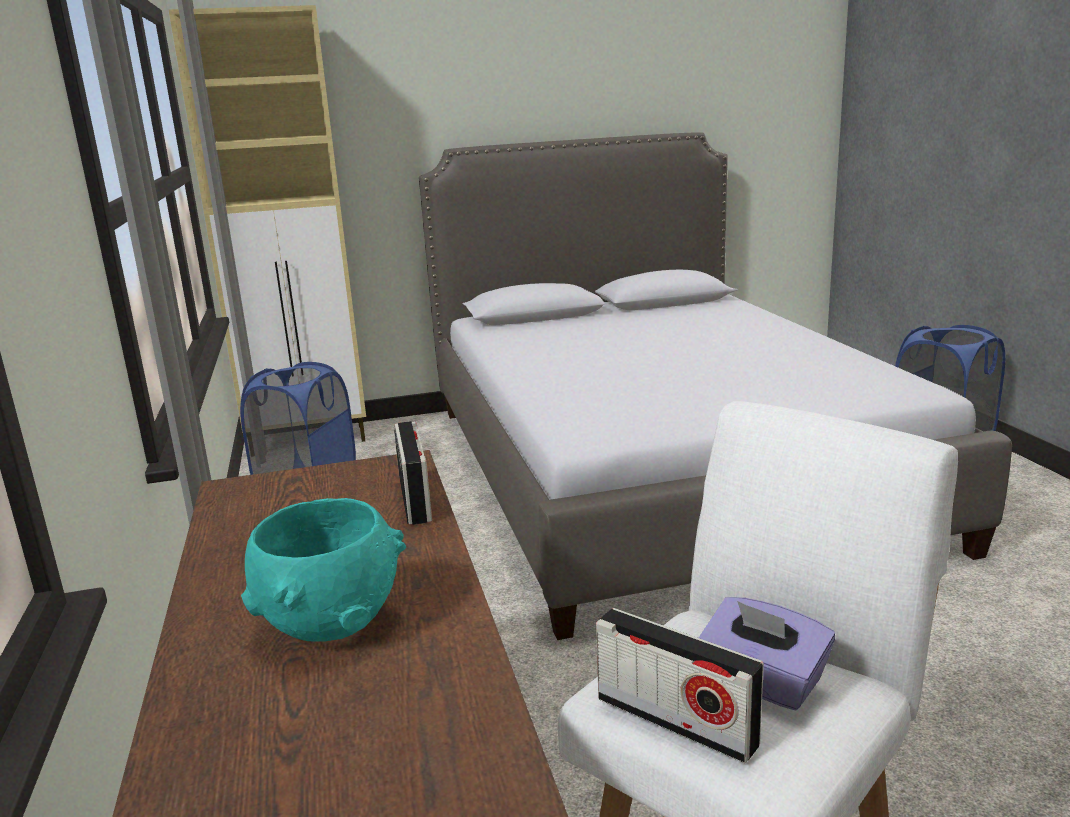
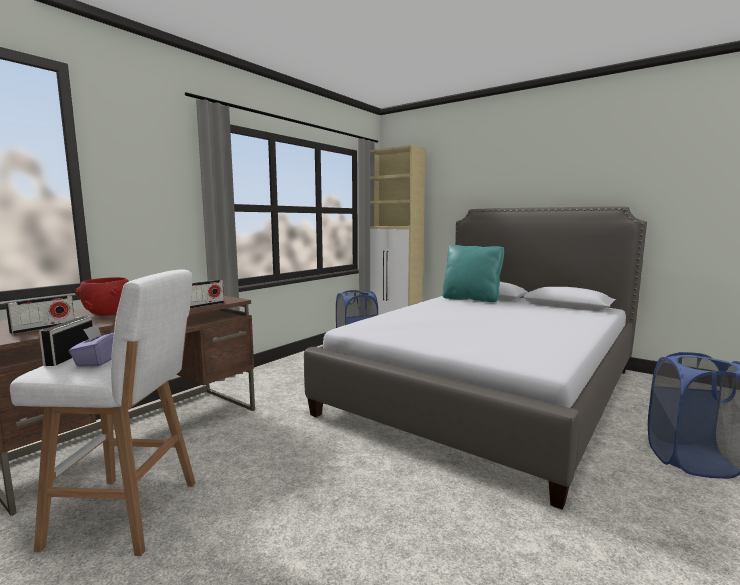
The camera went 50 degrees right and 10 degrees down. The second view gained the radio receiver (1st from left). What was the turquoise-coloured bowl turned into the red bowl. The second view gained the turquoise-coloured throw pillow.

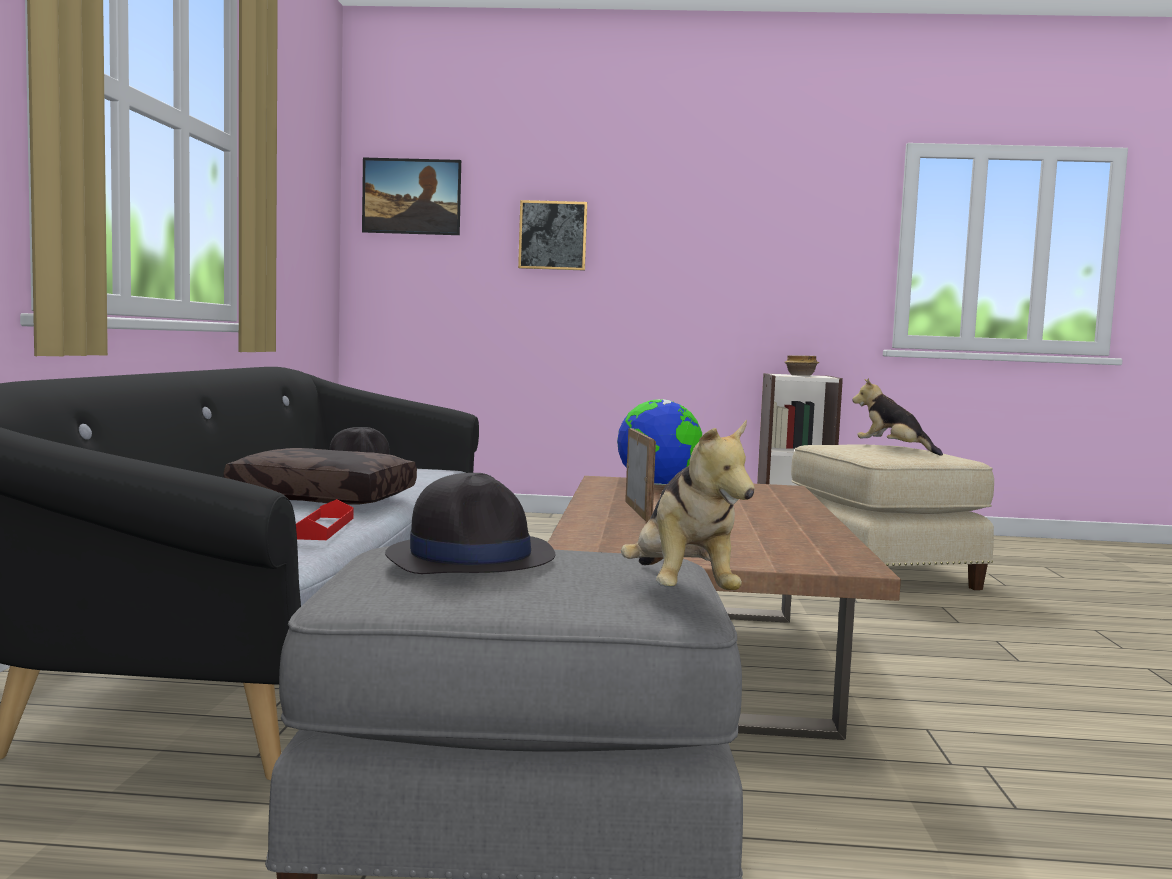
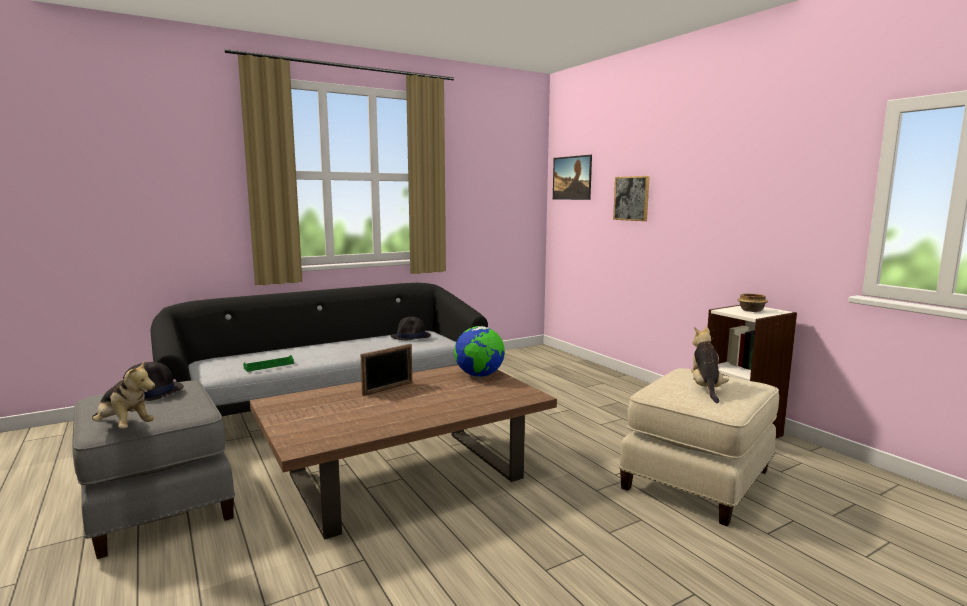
The camera went 55 degrees right and 5 degrees up. The cuddly toy (1st from left) ended up facing another way, 105 degrees counterclockwise from before. What was the red tray turned into the green-coloured tray. The second view lost the brownish throw pillow.

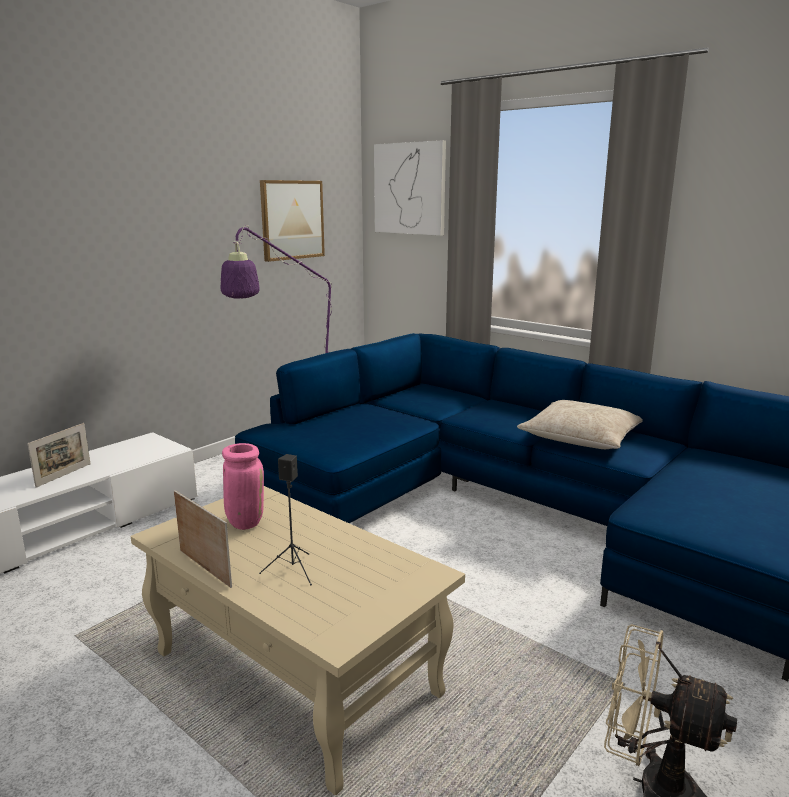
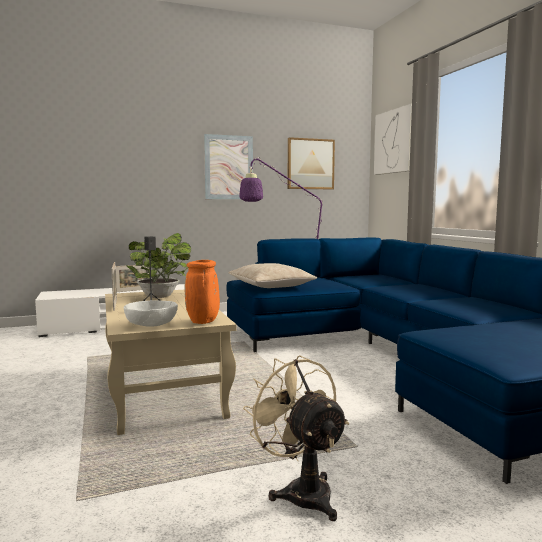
The camera went 30 degrees right and 10 degrees down. The second view gained the whitish bowl. Where the pink decorative vase stood, the houseplant came to stand. The second view gained the orangey decorative vase. The second view gained the picture (1st from left). The sand-coloured throw pillow ended up elsewhere.

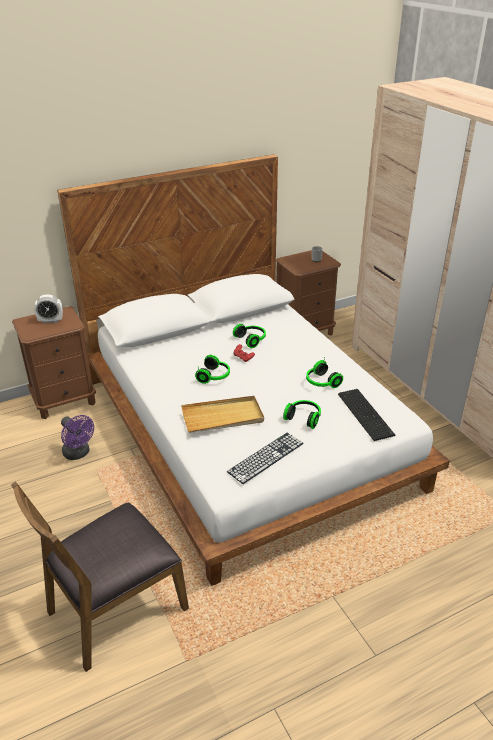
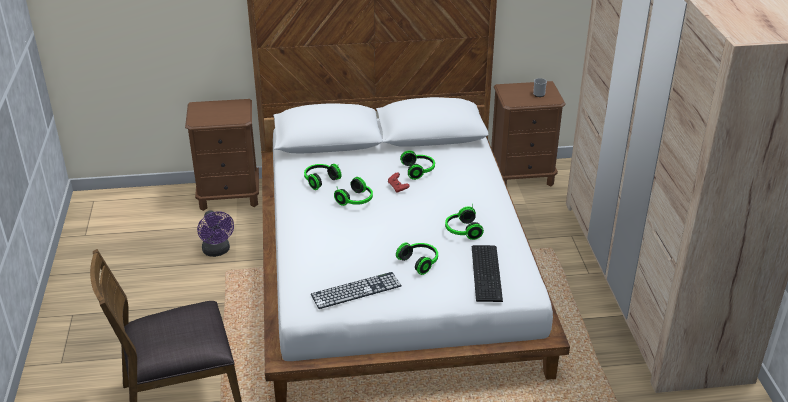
The camera went 20 degrees right and 0 degrees up. The second view gained the pair of headphones (1st from left). The second view lost the table clock. The second view lost the sand-coloured tray.

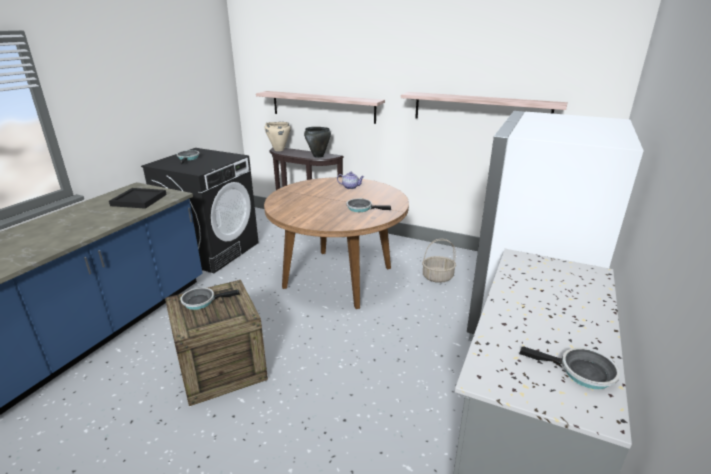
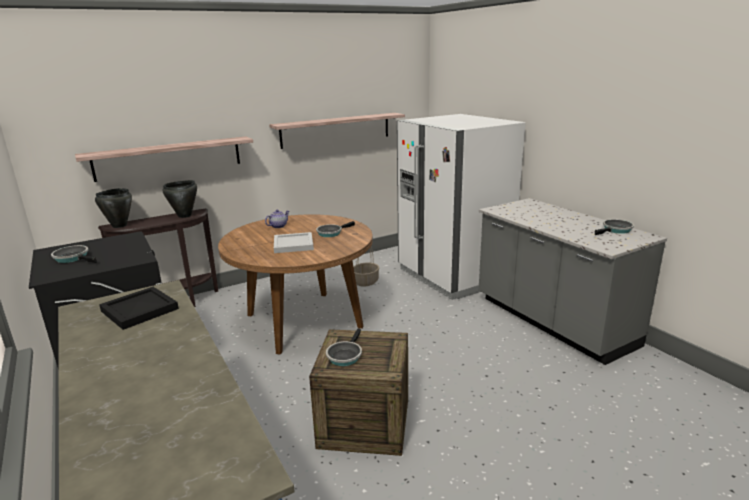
The camera went 55 degrees left and 5 degrees down. What was the sand-coloured stockpot turned into the black stockpot (1st from left). The second view gained the whitish tray.

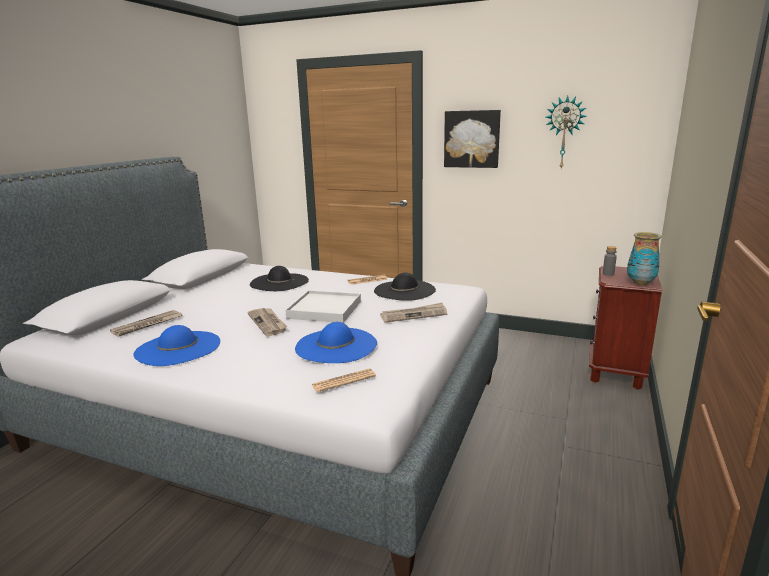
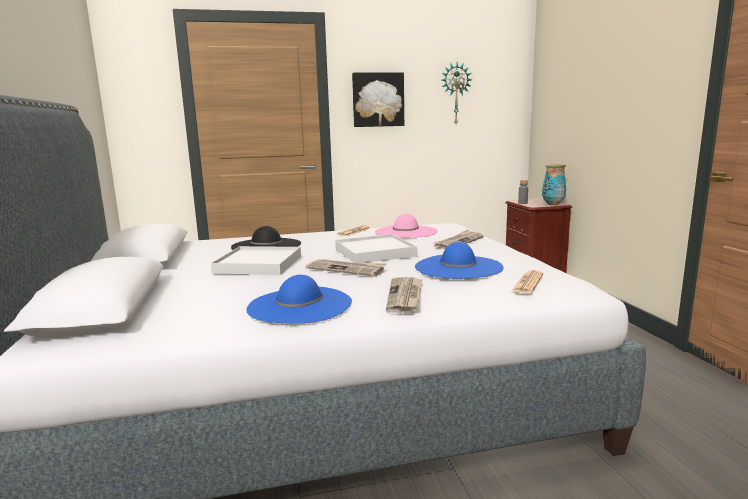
The camera went 35 degrees left and 5 degrees down. The second view gained the whitish tray (1st from left). What was the black wearable hat (2nd from left) turned into the pink wearable hat. The printed paper (1st from left in the first image) ended up elsewhere.

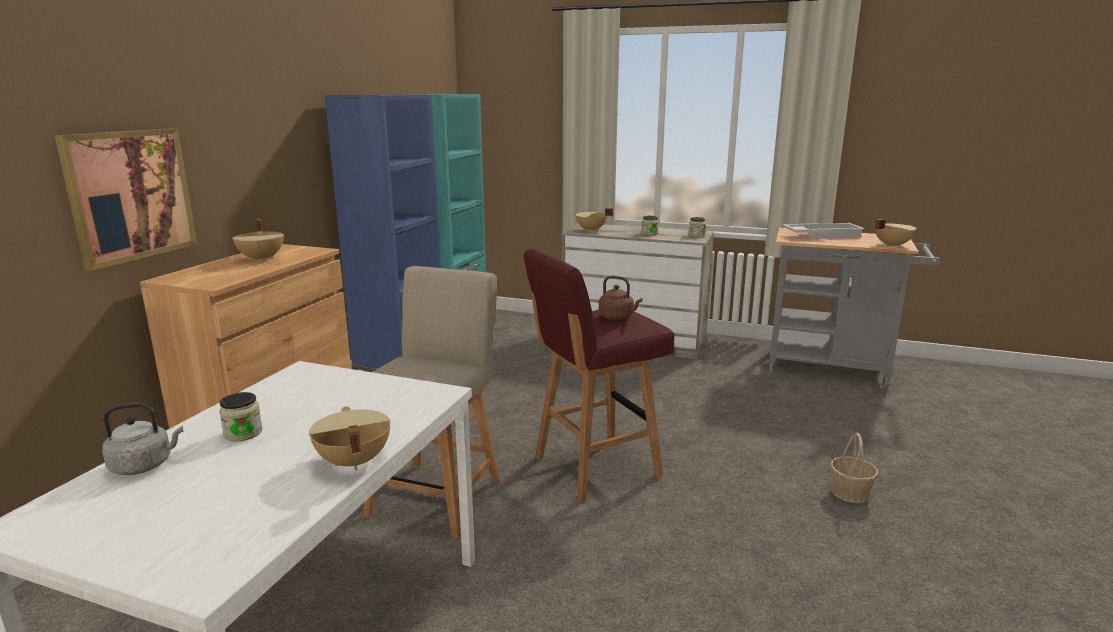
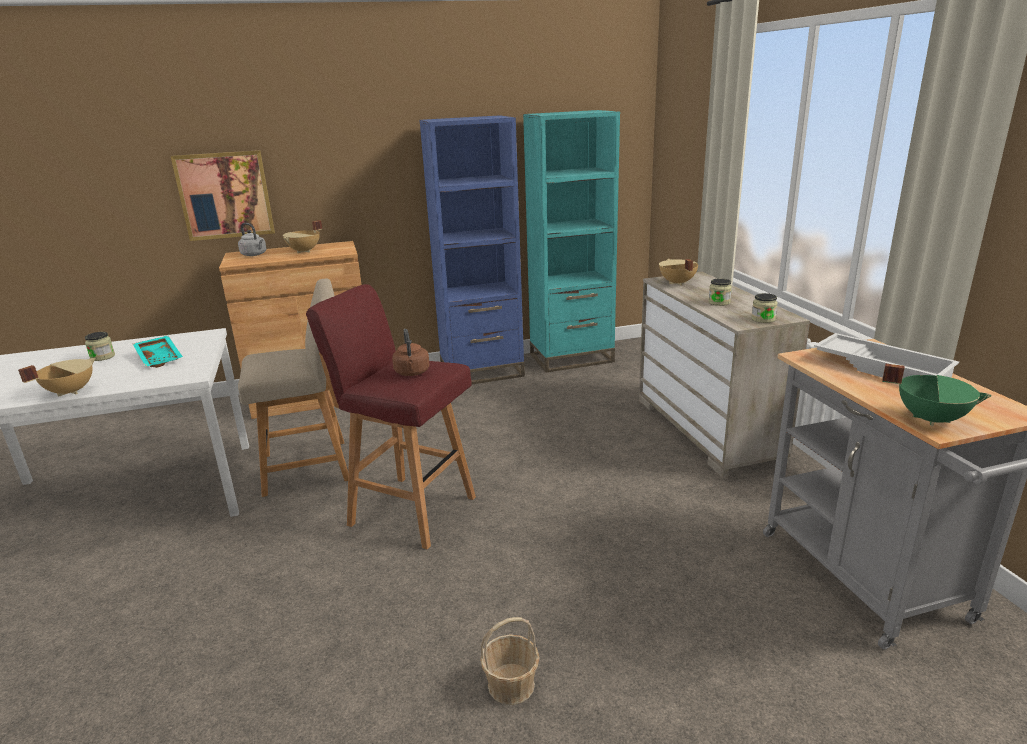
The camera went 55 degrees right and 5 degrees up. The second view gained the turquoise-coloured tray. The grey kettle ended up elsewhere. What was the sand-coloured stockpot (4th from left) turned into the green-coloured stockpot.

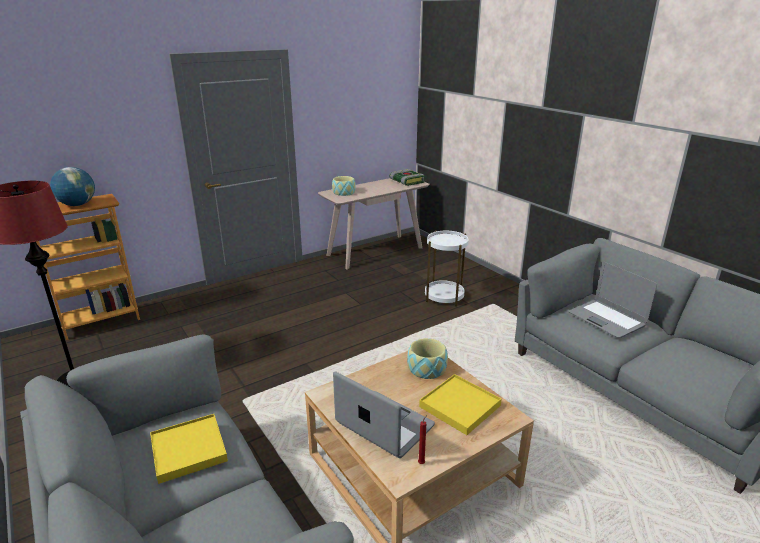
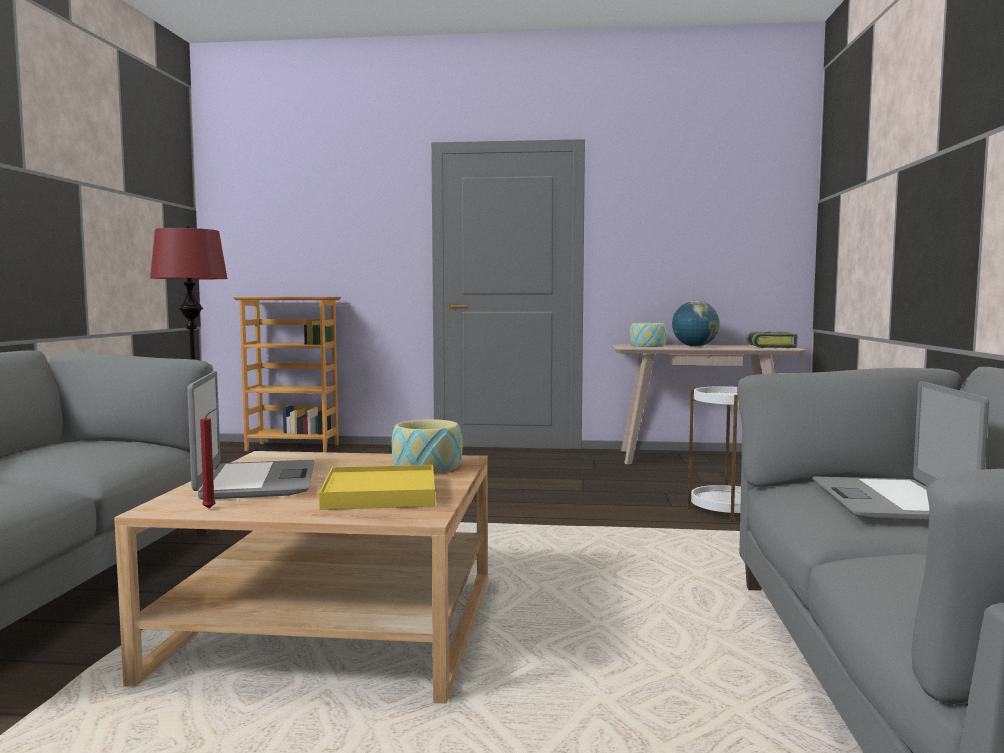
The camera went 40 degrees right and 20 degrees down. The globe ended up elsewhere. The second view lost the yellow tray (1st from left).

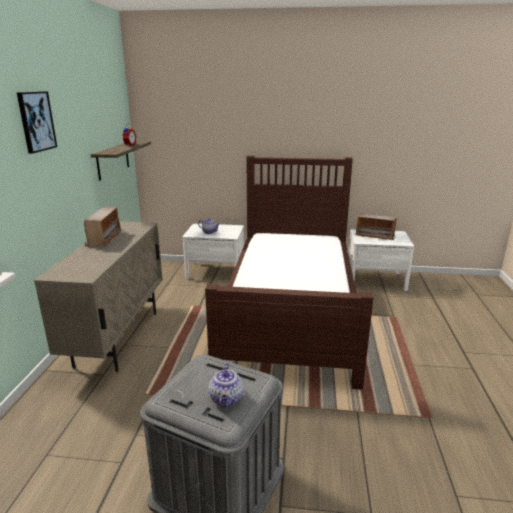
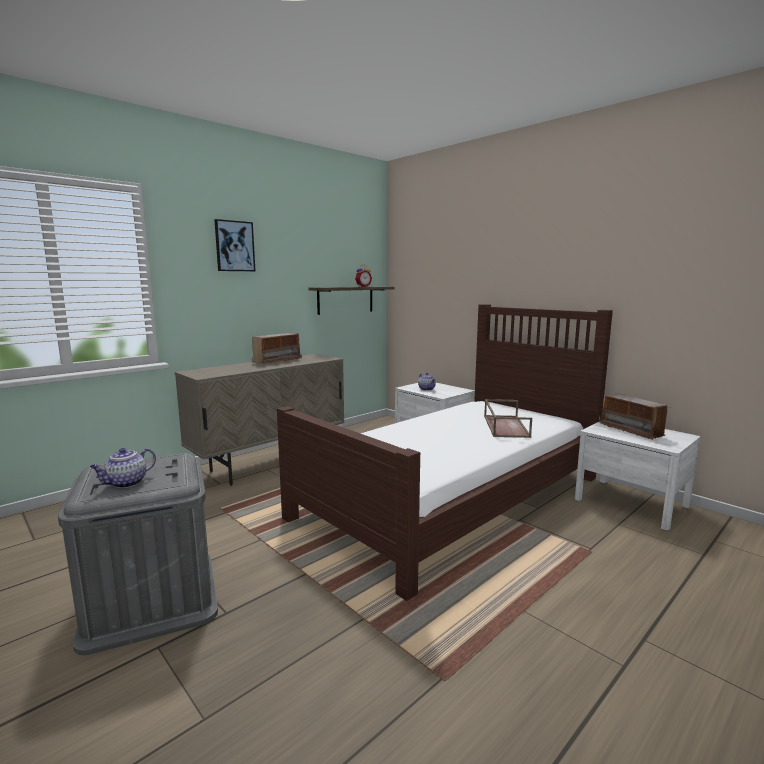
The camera went 40 degrees right and 10 degrees down. The second view gained the brownish tray.

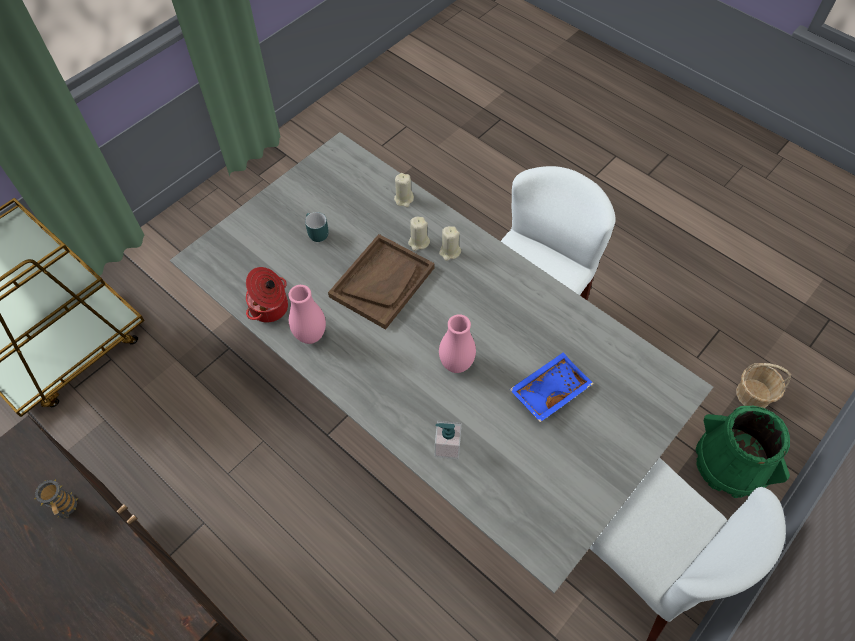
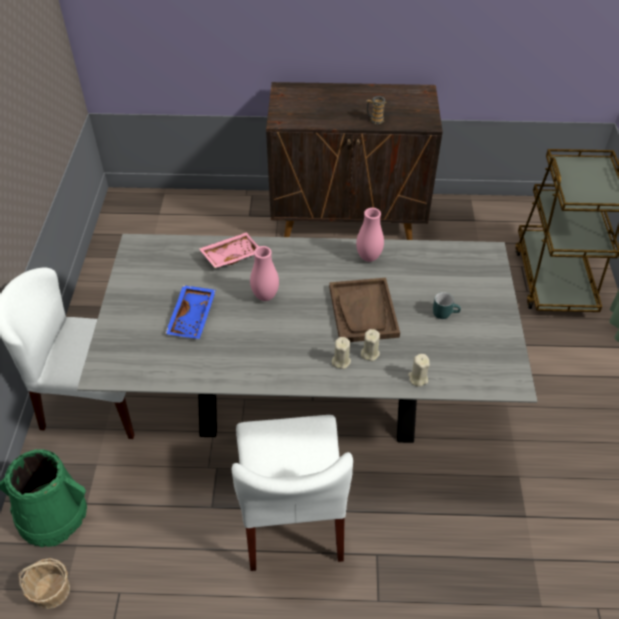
The camera went 140 degrees right and 10 degrees down. Where the soap dispenser stood, the pink tray came to stand. The second view lost the stockpot.

